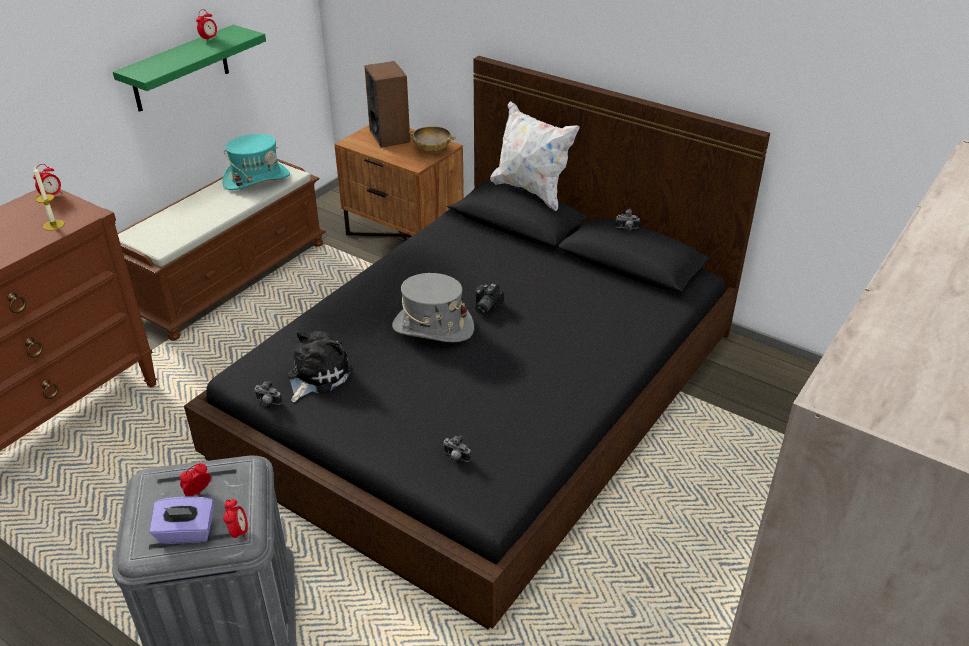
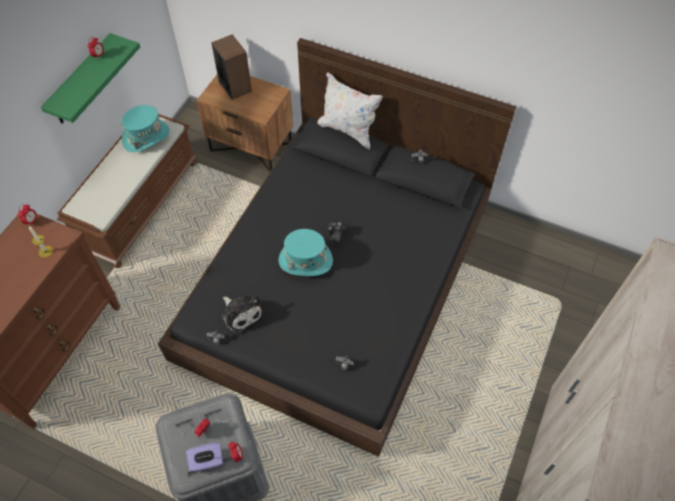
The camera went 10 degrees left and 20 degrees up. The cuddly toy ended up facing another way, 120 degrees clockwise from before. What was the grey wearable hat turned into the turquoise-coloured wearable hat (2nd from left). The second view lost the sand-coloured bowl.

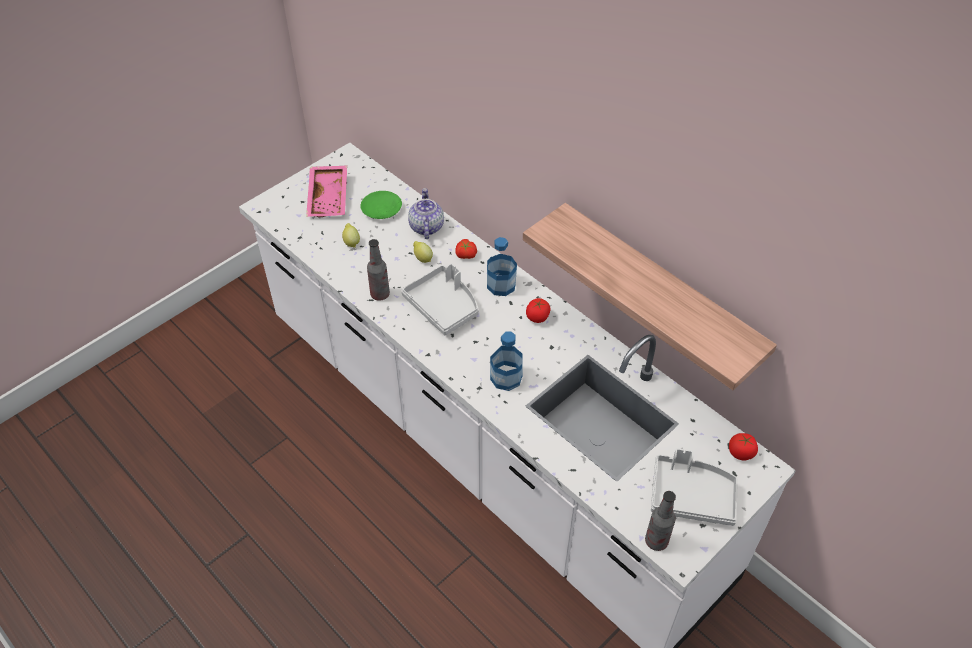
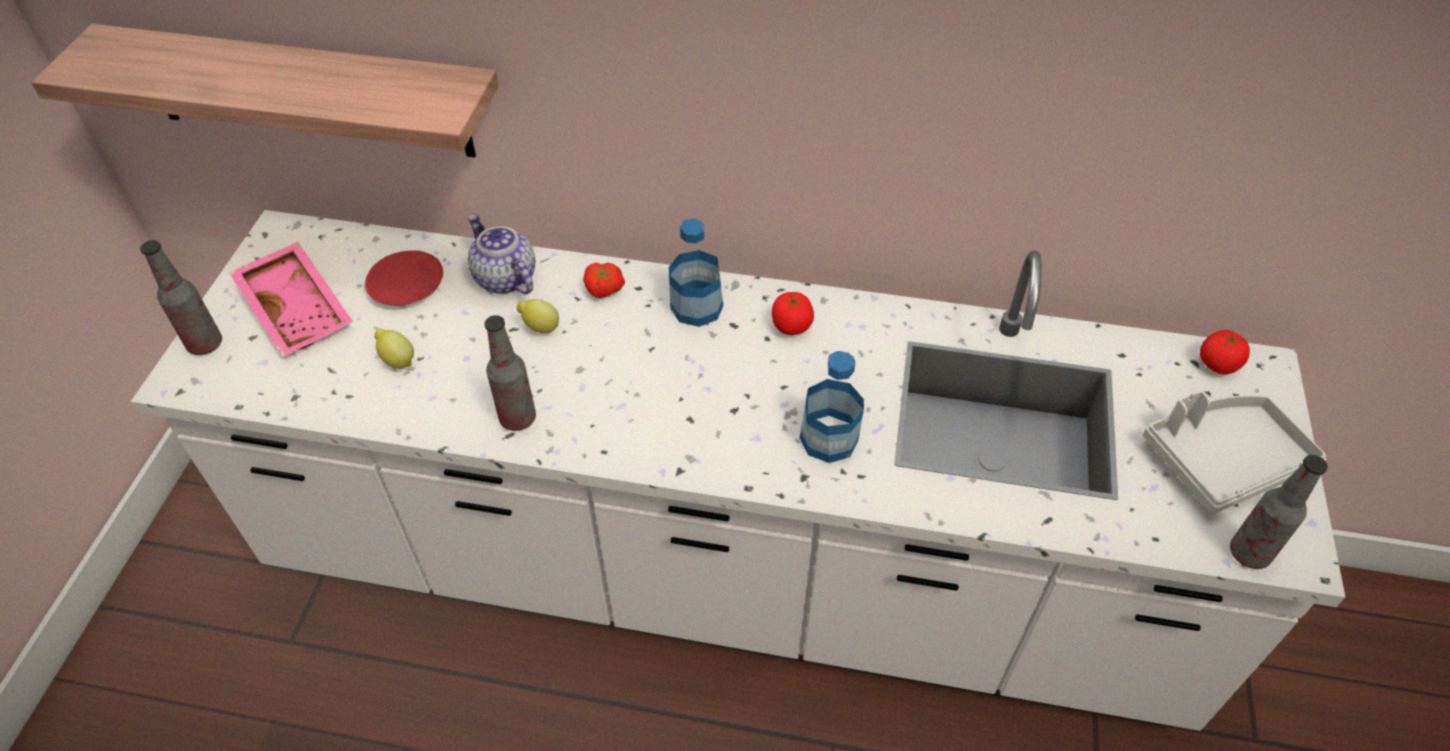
The camera went 35 degrees left and 0 degrees up. The shelf ended up elsewhere. The second view gained the drink bottle (1st from left). What was the green-coloured flat dish turned into the red flat dish. The second view lost the grey tray (1st from left).

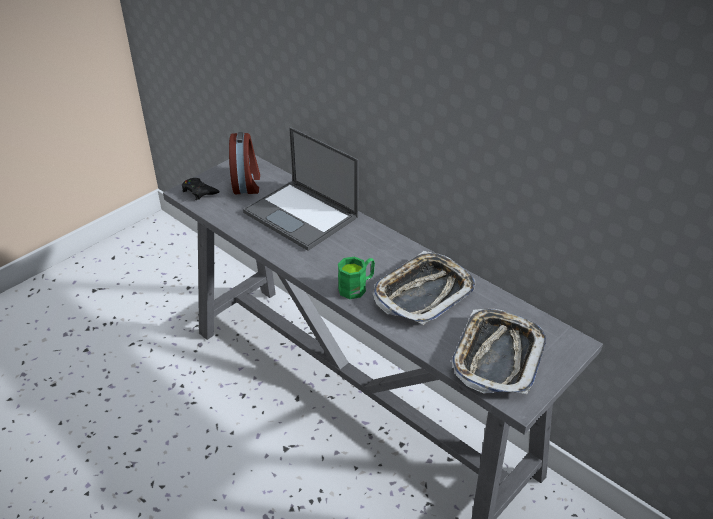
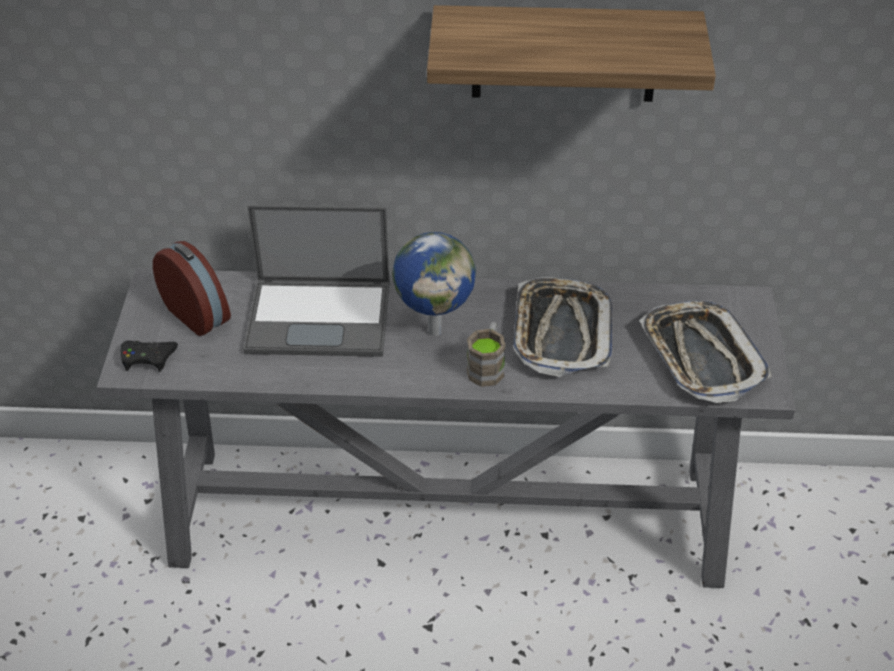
The camera went 40 degrees left and 5 degrees up. The second view gained the globe. The second view gained the shelf. What was the green-coloured coffee mug turned into the brownish coffee mug.

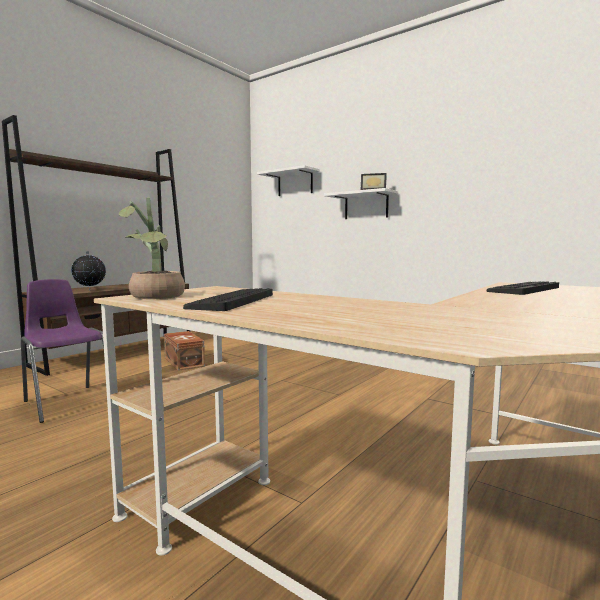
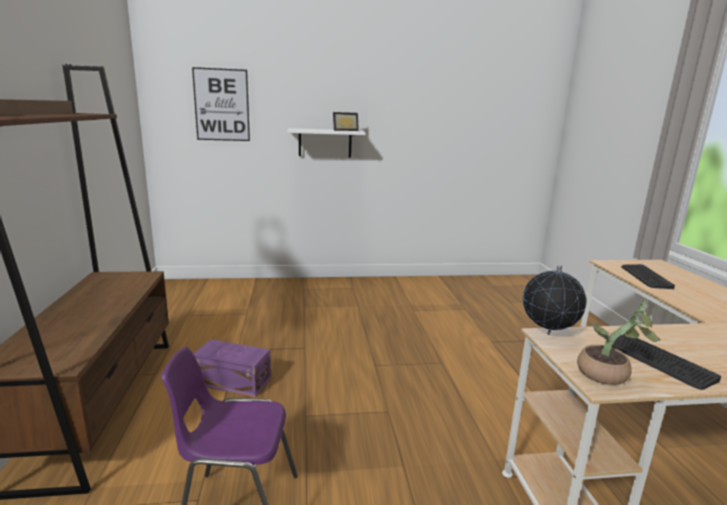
The camera went 45 degrees left and 10 degrees up. Where the whitish shelf (1st from left) hung, the picture came to hang. What was the brownish storage container turned into the purplish storage container. The globe ended up elsewhere.

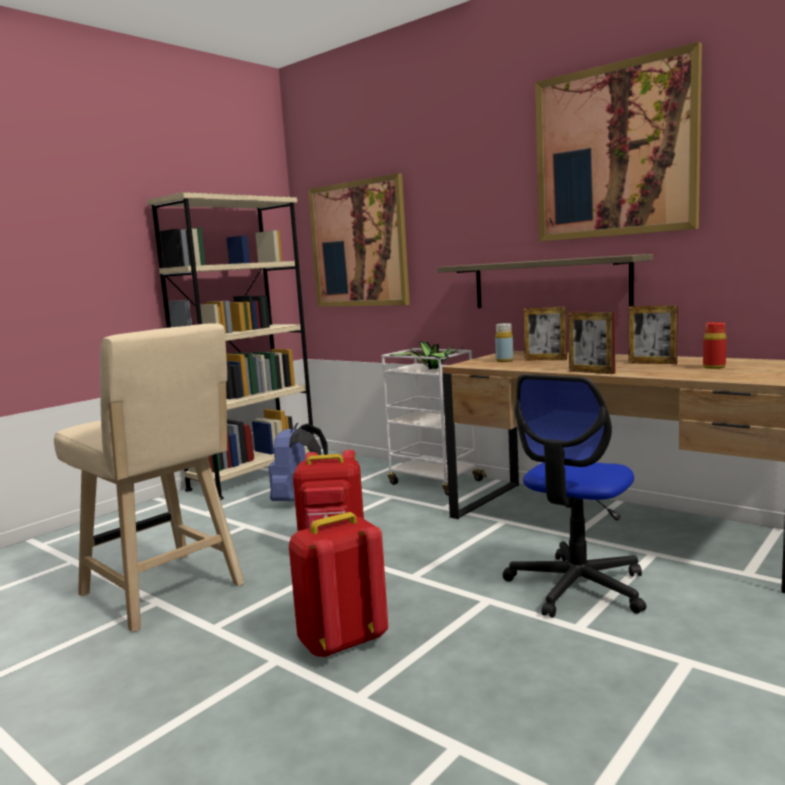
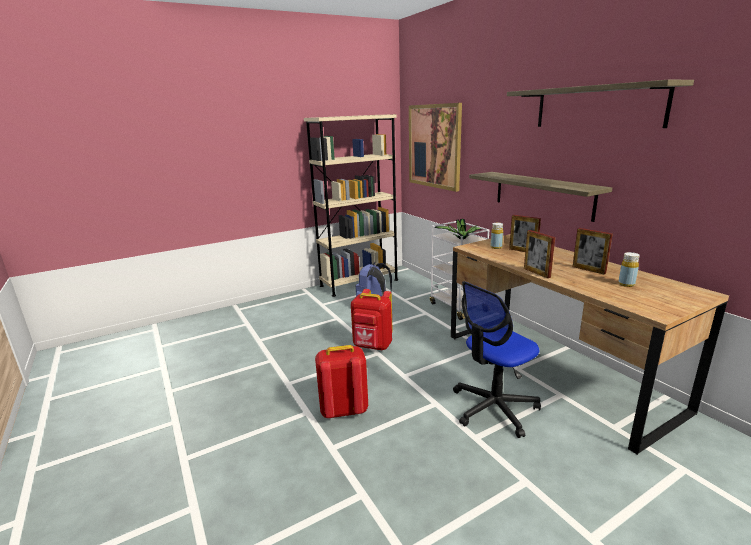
The camera went 20 degrees right and 10 degrees up. Where the picture (2nd from left) hung, the shelf (2nd from left) came to hang. What was the red drink bottle turned into the yellow drink bottle (2nd from left). The second view lost the sand-coloured stool.

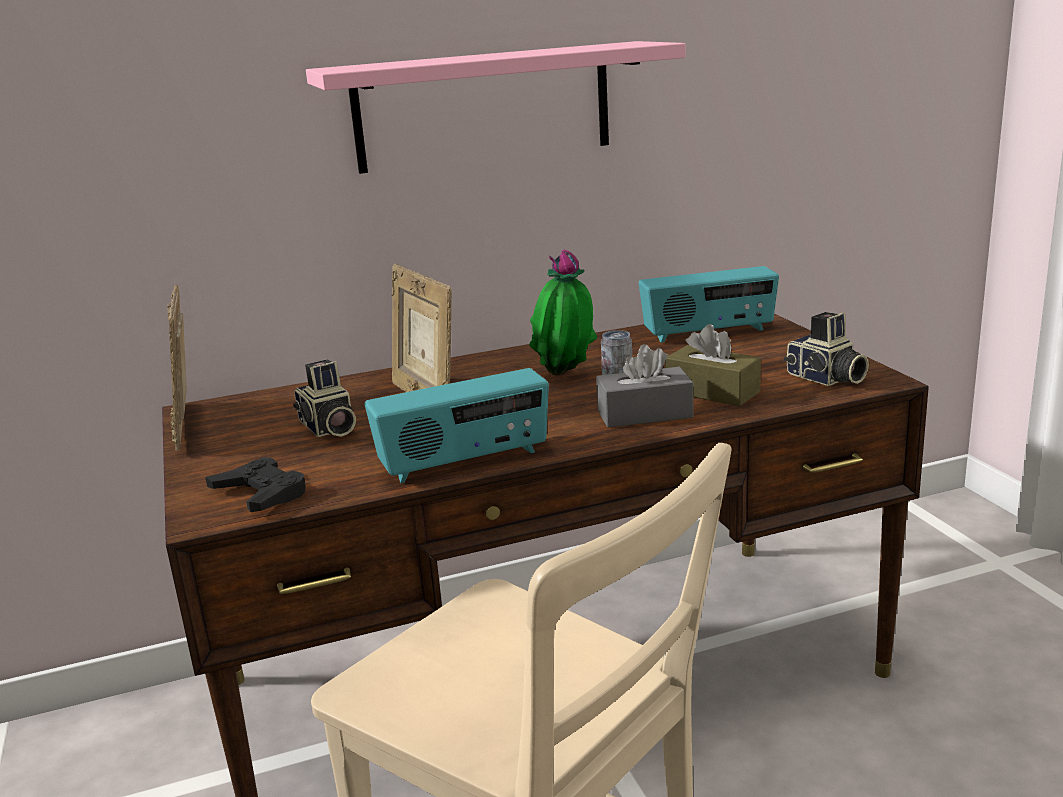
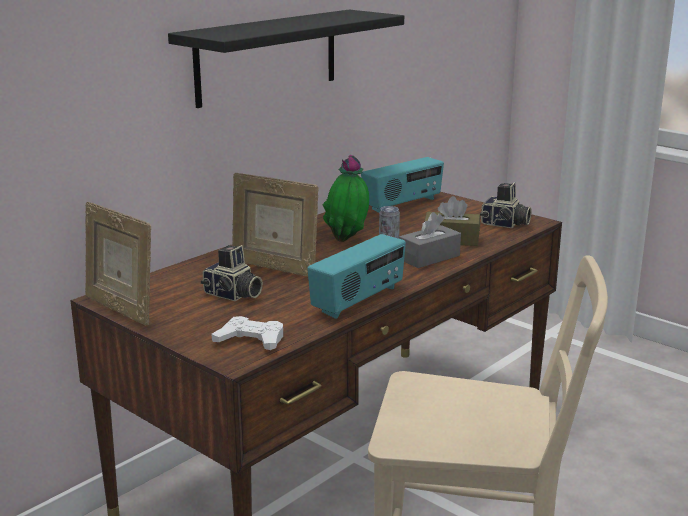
The camera went 30 degrees left and 0 degrees up. What was the pink shelf turned into the black shelf. What was the black game controller turned into the whitish game controller.

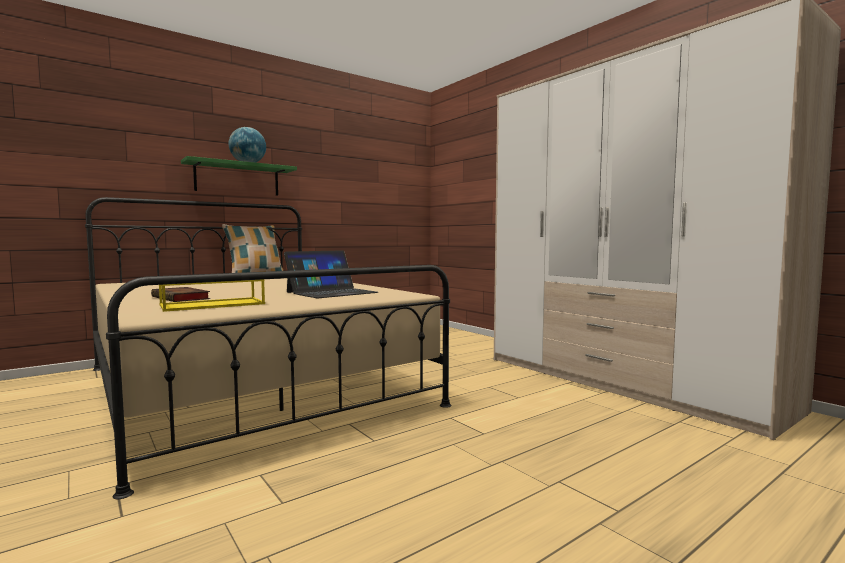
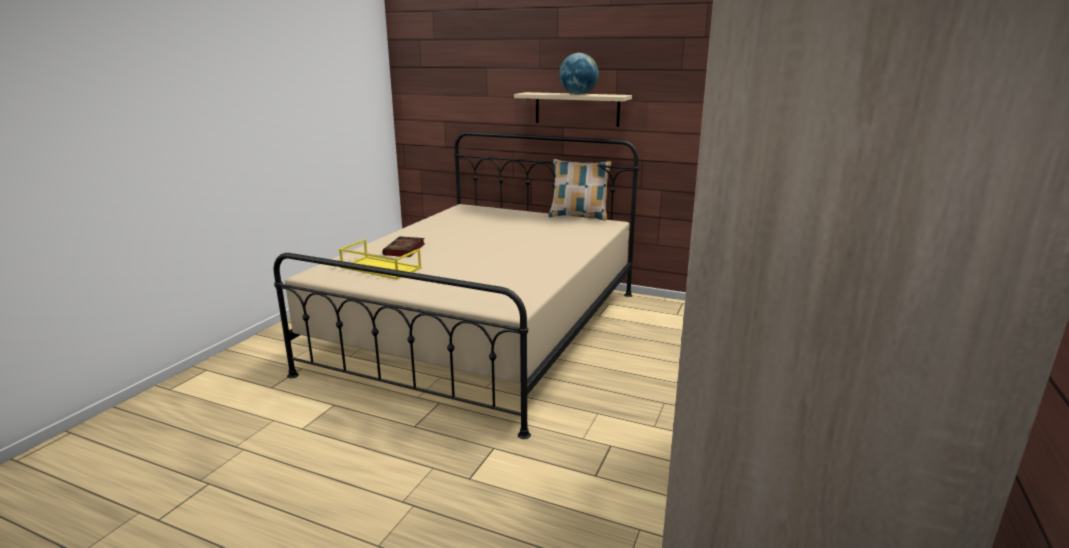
The camera went 60 degrees right and 15 degrees up. What was the green-coloured shelf turned into the sand-coloured shelf. The second view lost the laptop.

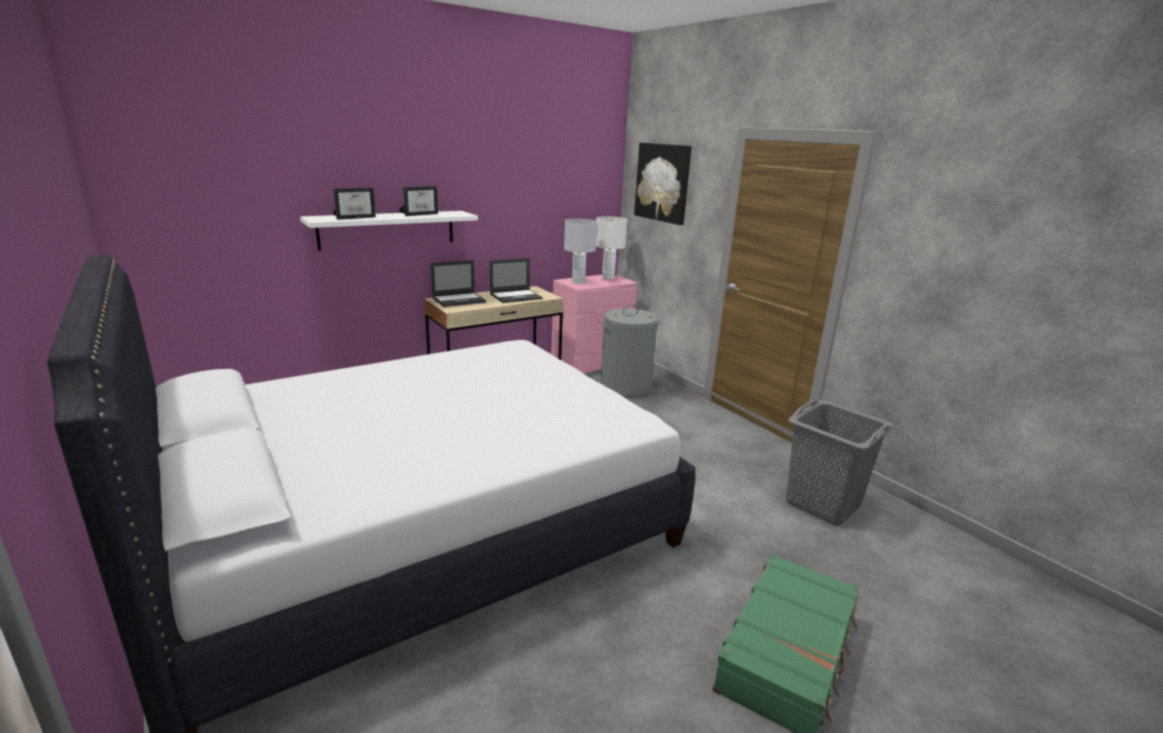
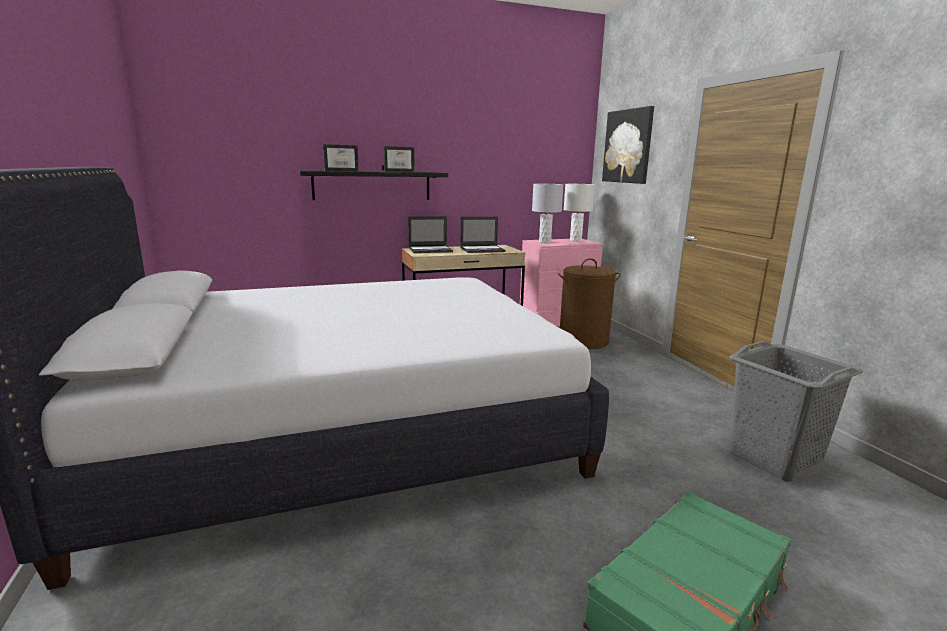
The camera went 15 degrees right and 5 degrees down. What was the whitish shelf turned into the black shelf. What was the grey laundry basket (1st from left) turned into the brownish laundry basket.

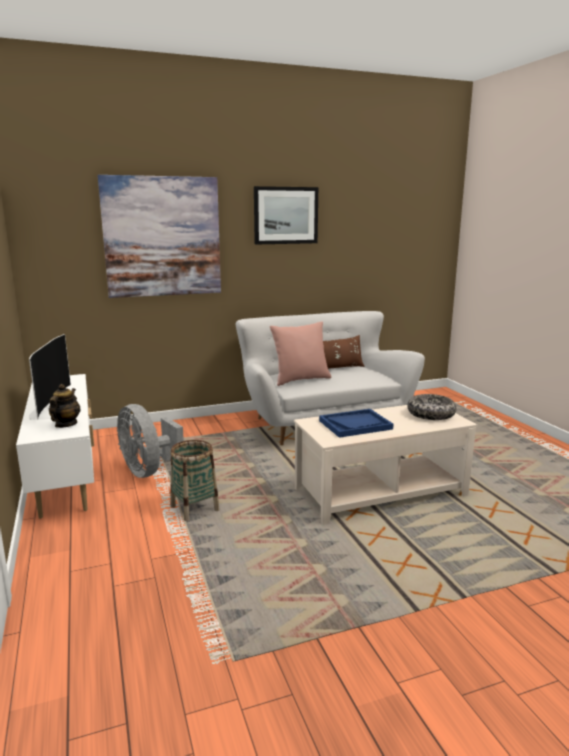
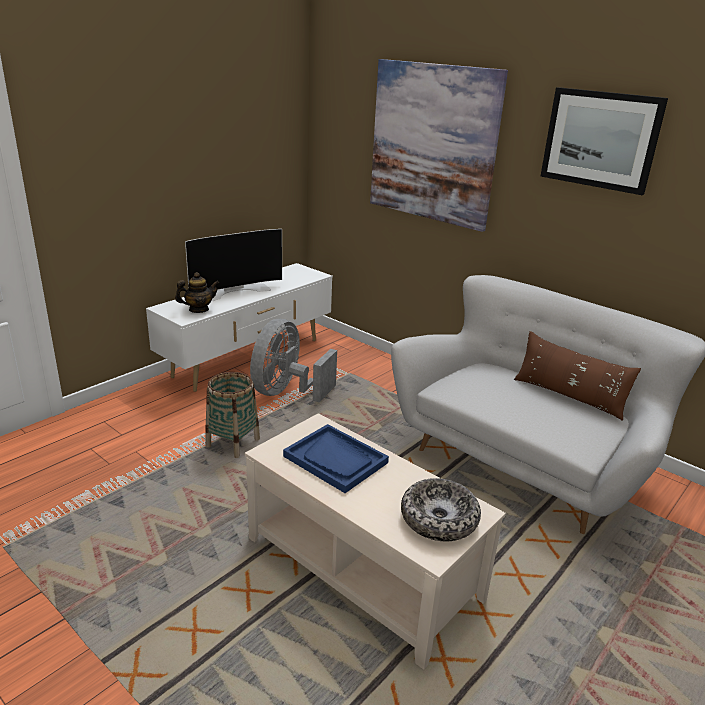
The camera went 60 degrees right and 10 degrees up. The second view lost the pink throw pillow.

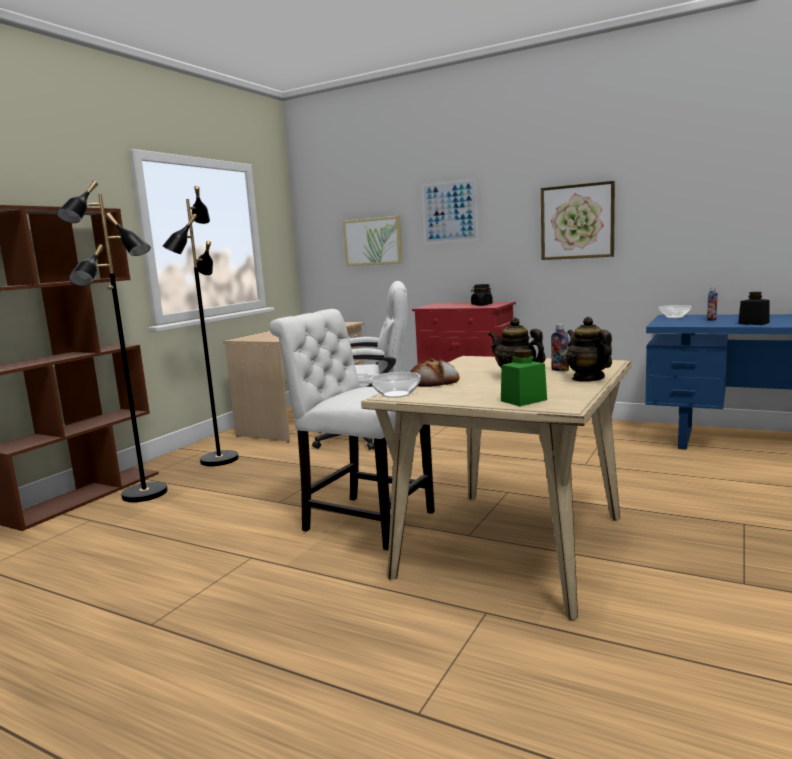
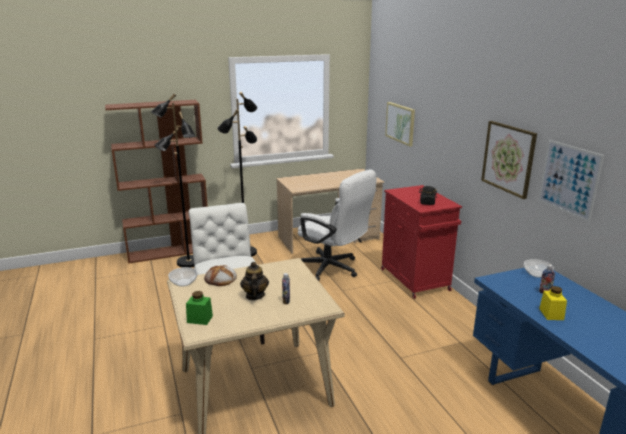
The camera went 40 degrees right and 10 degrees up. The picture (2nd from left in the first image) ended up elsewhere. What was the black storage jar (2nd from left) turned into the yellow storage jar. The second view lost the teapot (2nd from left).

